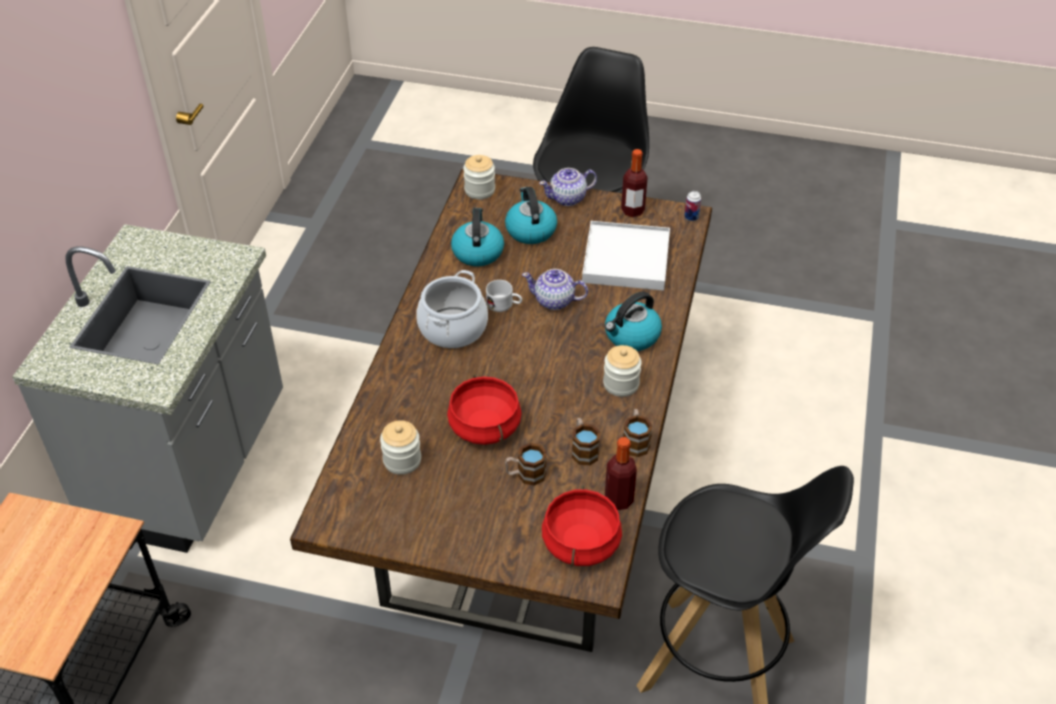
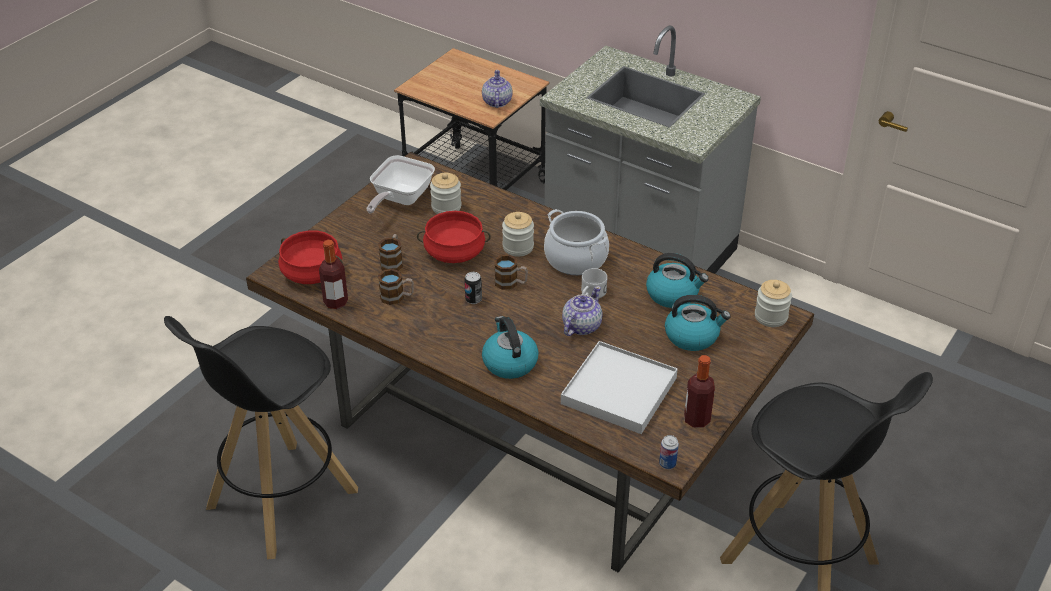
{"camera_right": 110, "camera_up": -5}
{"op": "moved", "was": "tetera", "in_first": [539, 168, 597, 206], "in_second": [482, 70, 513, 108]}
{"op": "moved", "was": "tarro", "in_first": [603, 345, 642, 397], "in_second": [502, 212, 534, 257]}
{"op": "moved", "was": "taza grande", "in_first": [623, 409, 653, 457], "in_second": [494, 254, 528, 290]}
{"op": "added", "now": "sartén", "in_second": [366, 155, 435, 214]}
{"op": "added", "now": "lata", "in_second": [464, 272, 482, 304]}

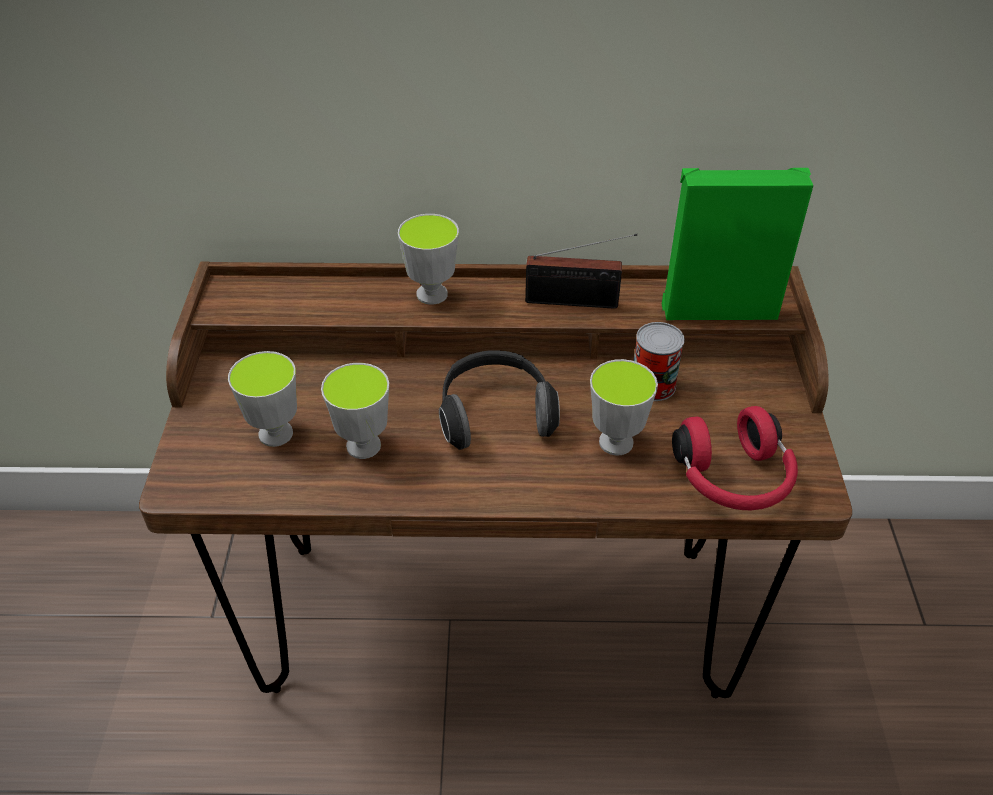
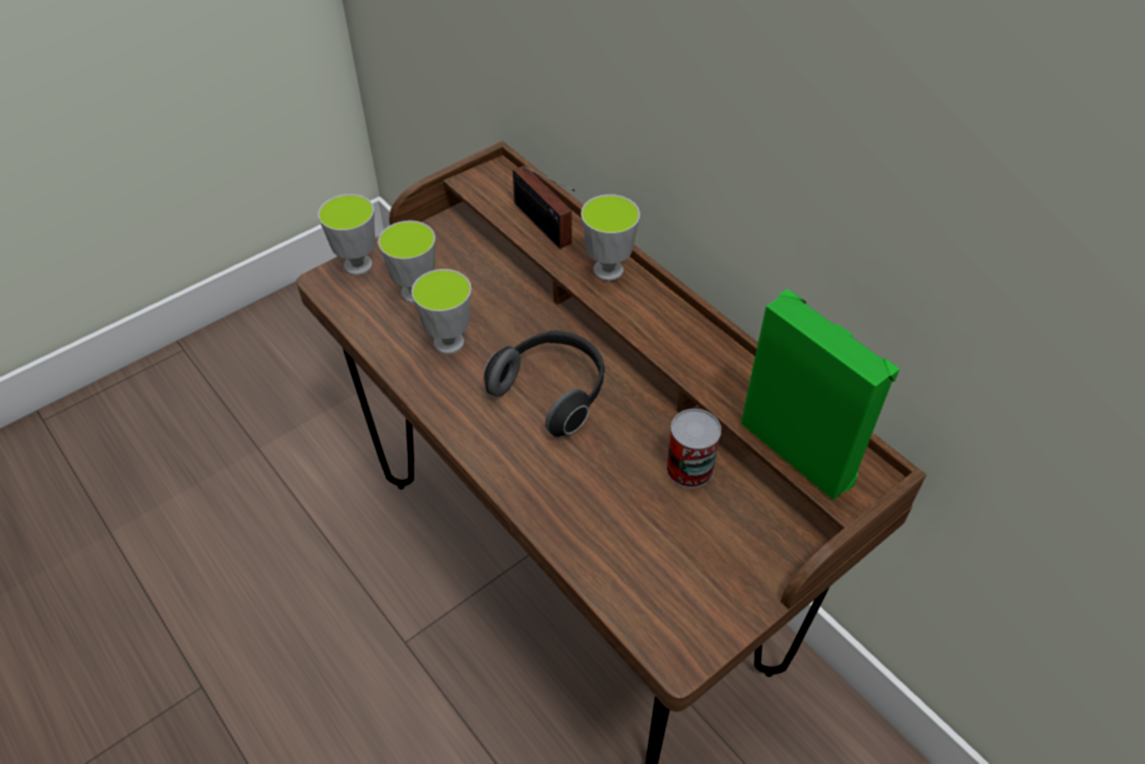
{"camera_right": 50, "camera_up": 5}
{"op": "moved", "was": "radio", "in_first": [525, 234, 637, 309], "in_second": [513, 165, 575, 249]}
{"op": "moved", "was": "taza", "in_first": [590, 359, 658, 455], "in_second": [318, 194, 376, 275]}
{"op": "removed", "was": "auriculares (rojo)", "in_first": [672, 406, 798, 510]}

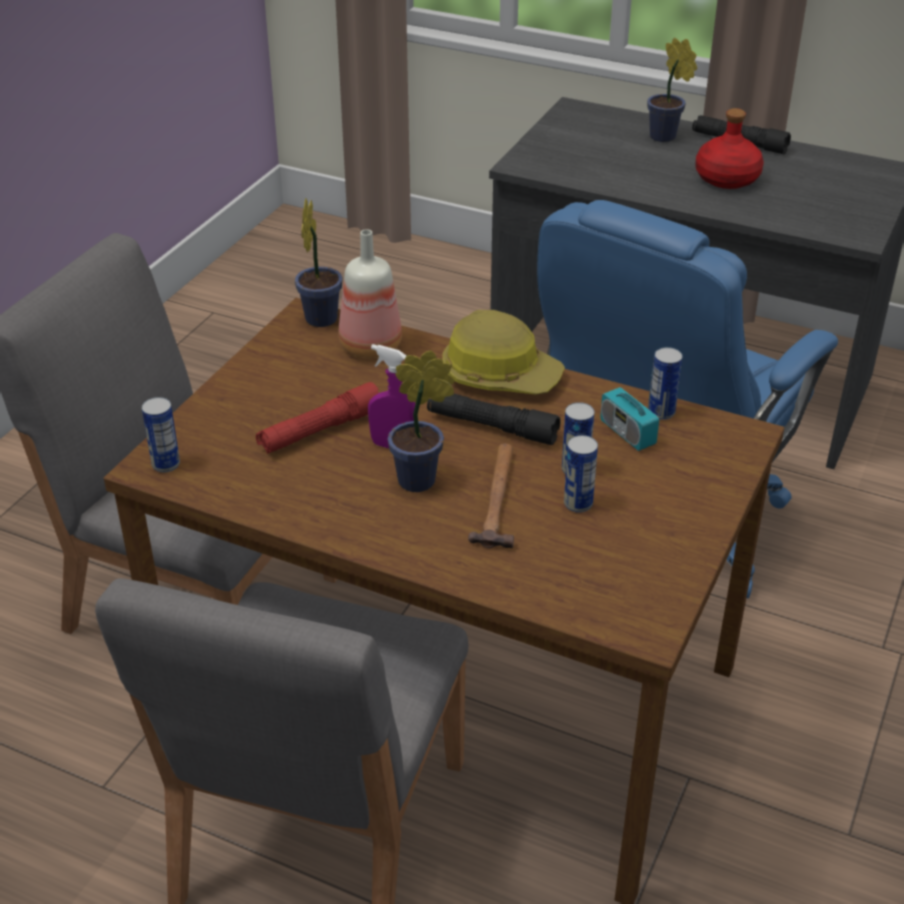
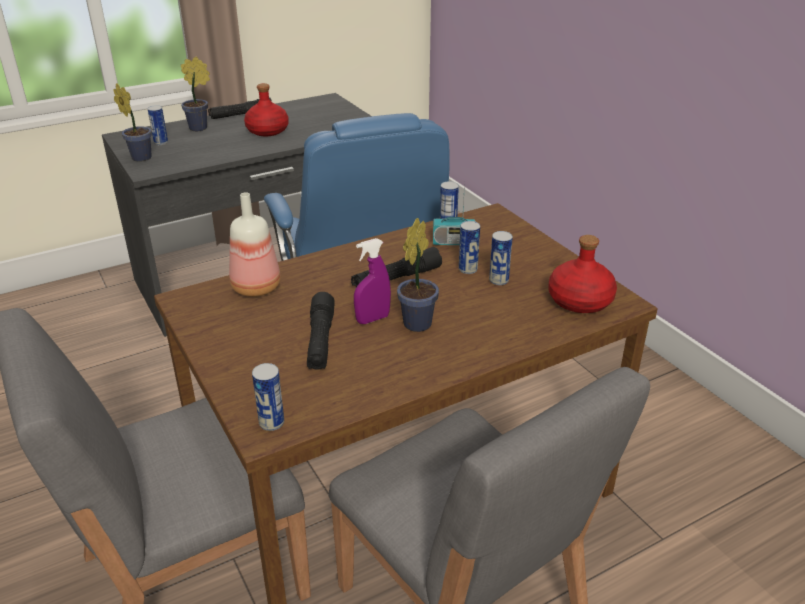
{"camera_right": -55, "camera_up": -5}
{"op": "moved", "was": "planta en maceta", "in_first": [295, 198, 343, 327], "in_second": [113, 83, 152, 162]}
{"op": "removed", "was": "casco", "in_first": [442, 310, 565, 395]}
{"op": "recoloured", "was": "linterna (rojo)", "now": "linterna (negro)", "in_first": [256, 382, 379, 454], "in_second": [307, 292, 335, 370]}
{"op": "removed", "was": "martillo", "in_first": [468, 443, 514, 548]}
{"op": "added", "now": "lata", "in_second": [147, 105, 168, 145]}
{"op": "added", "now": "botella (rojo)", "in_second": [548, 235, 617, 313]}

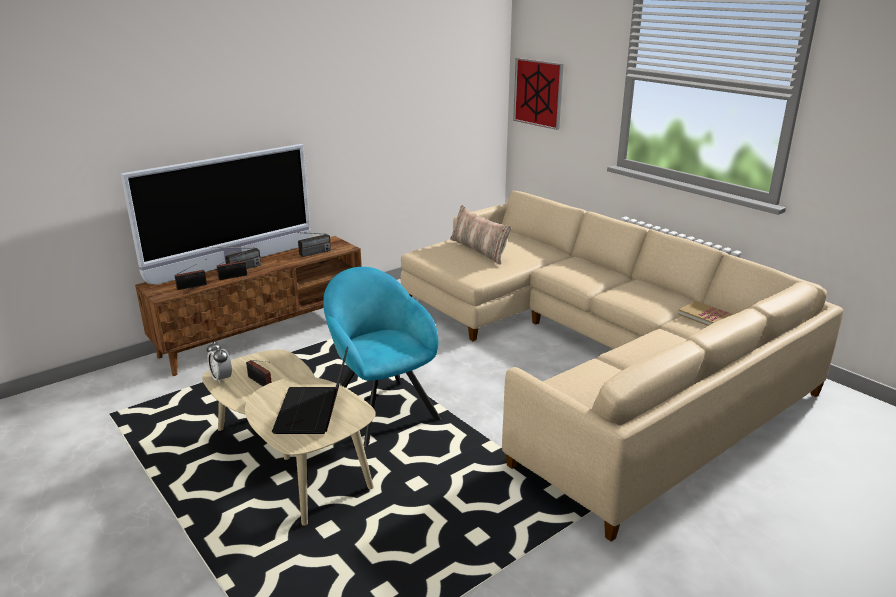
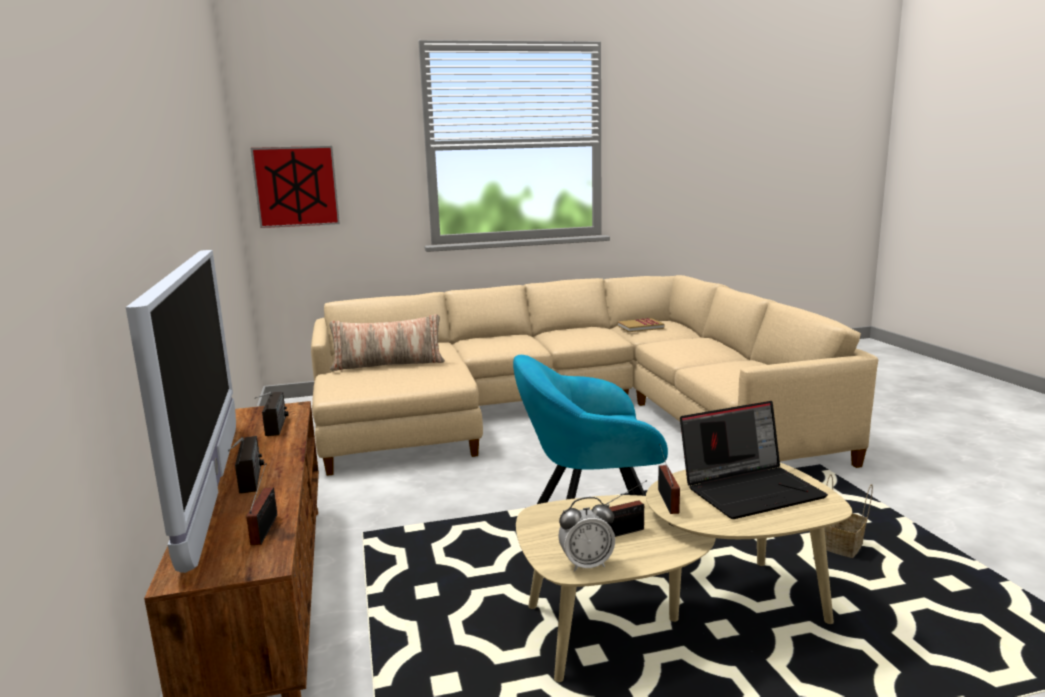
{"camera_right": -65, "camera_up": -10}
{"op": "moved", "was": "radio", "in_first": [217, 251, 247, 280], "in_second": [658, 444, 680, 514]}
{"op": "turned", "was": "portátil", "in_first": [272, 346, 348, 434], "in_second": [680, 401, 828, 519], "clockwise": -45}
{"op": "added", "now": "cesta", "in_second": [824, 474, 873, 558]}

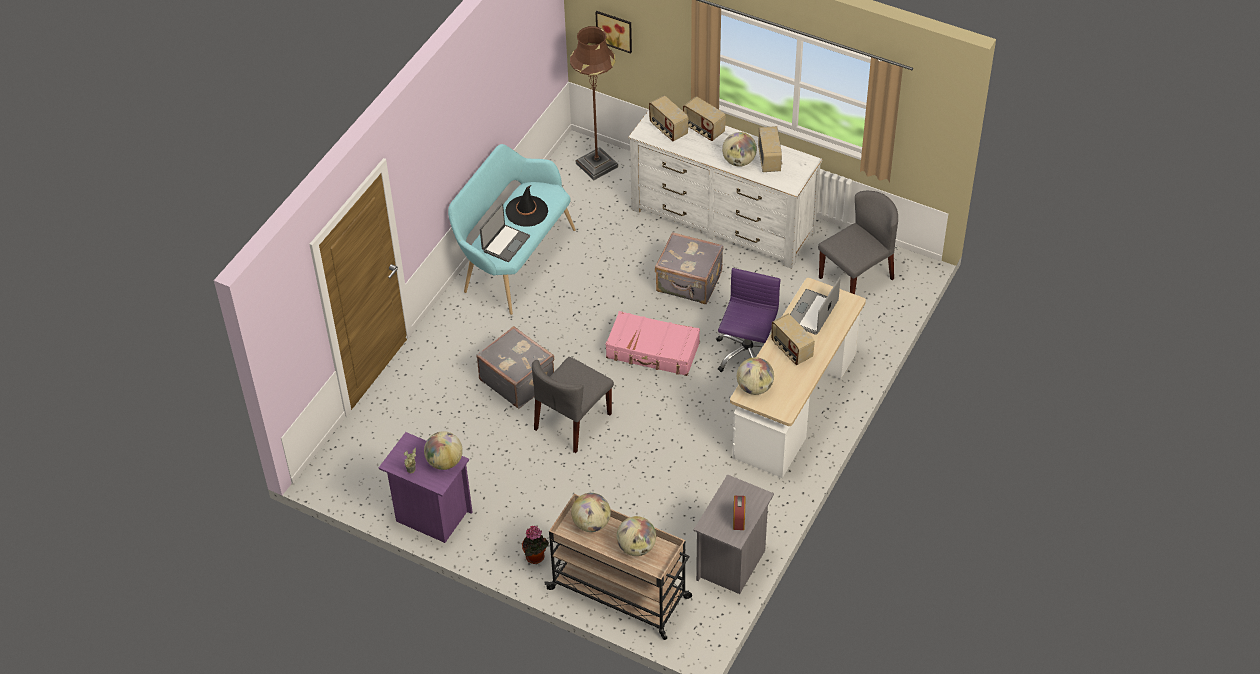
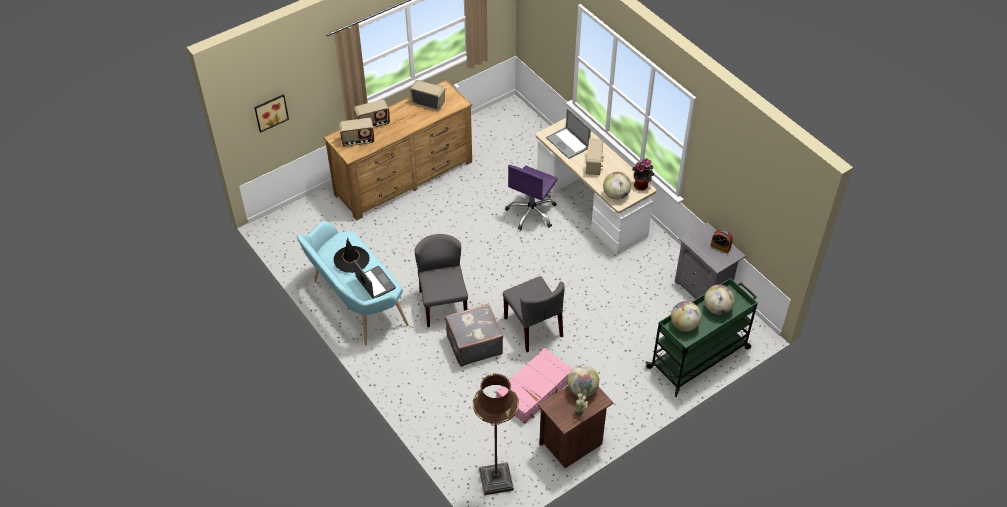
{"camera_right": -65, "camera_up": 0}
{"op": "moved", "was": "lámpara de pie (marrón)", "in_first": [570, 26, 618, 180], "in_second": [473, 374, 519, 495]}
{"op": "recoloured", "was": "cómoda (blanco)", "now": "cómoda (marrón)", "in_first": [628, 110, 823, 269], "in_second": [323, 80, 472, 221]}
{"op": "removed", "was": "globo terráqueo", "in_first": [722, 132, 757, 167]}
{"op": "moved", "was": "silla (gris)", "in_first": [818, 191, 898, 294], "in_second": [415, 234, 468, 327]}
{"op": "removed", "was": "maleta (gris)", "in_first": [655, 232, 723, 304]}
{"op": "turned", "was": "silla de oficina (morado)", "in_first": [716, 268, 781, 372], "in_second": [505, 165, 558, 230], "clockwise": -105}
{"op": "moved", "was": "maleta (rosa)", "in_first": [606, 311, 700, 376], "in_second": [496, 348, 573, 424]}
{"op": "turned", "was": "radio", "in_first": [771, 314, 815, 365], "in_second": [586, 139, 604, 175], "clockwise": -75}
{"op": "recoloured", "was": "mesita de noche (morado)", "now": "mesita de noche (marrón)", "in_first": [379, 432, 472, 543], "in_second": [538, 386, 614, 468]}
{"op": "recoloured", "was": "carrito (beis)", "now": "carrito (verde)", "in_first": [544, 494, 692, 640], "in_second": [646, 278, 758, 397]}
{"op": "moved", "was": "planta en maceta", "in_first": [522, 526, 549, 564], "in_second": [632, 158, 654, 191]}

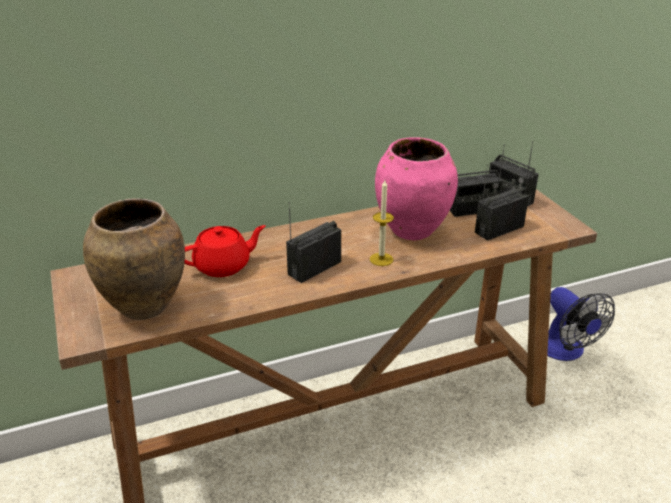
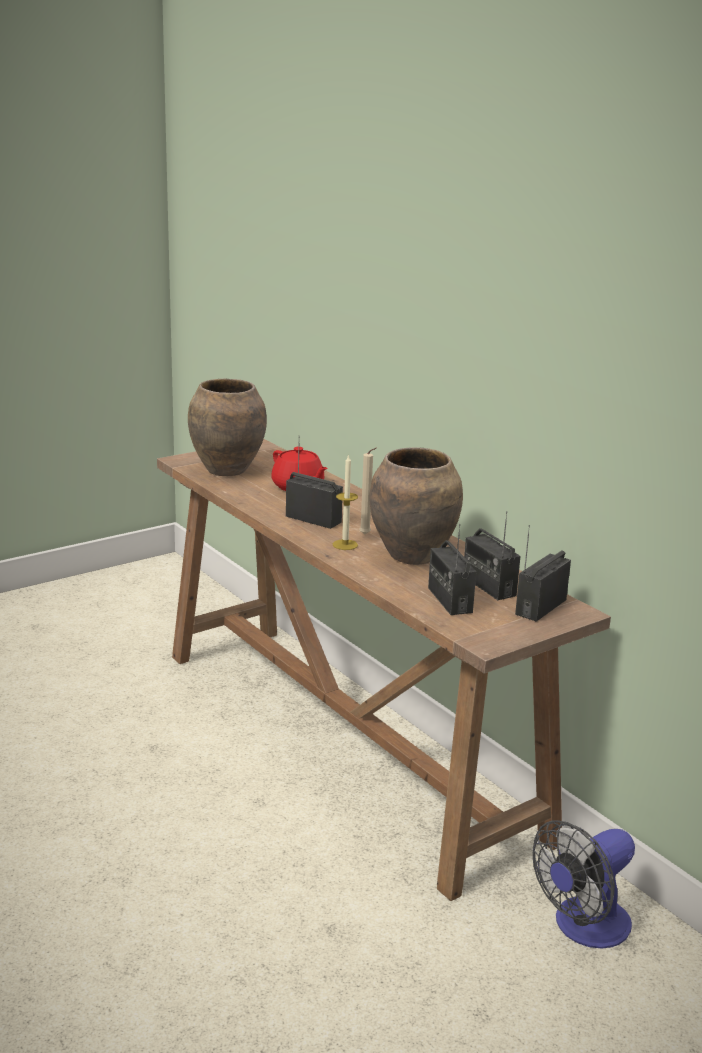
{"camera_right": 75, "camera_up": -10}
{"op": "recoloured", "was": "florero (rosa)", "now": "florero (marrón)", "in_first": [375, 137, 458, 241], "in_second": [369, 447, 463, 565]}
{"op": "turned", "was": "radio", "in_first": [475, 164, 529, 241], "in_second": [428, 524, 476, 615], "clockwise": -150}
{"op": "added", "now": "vela (beis)", "in_second": [359, 448, 377, 534]}

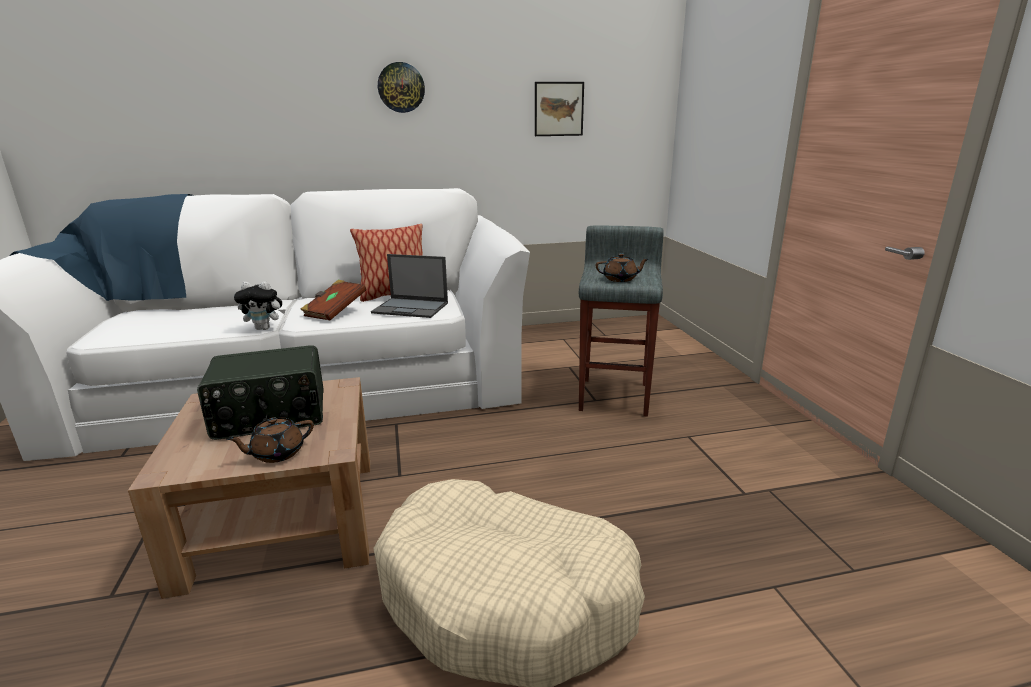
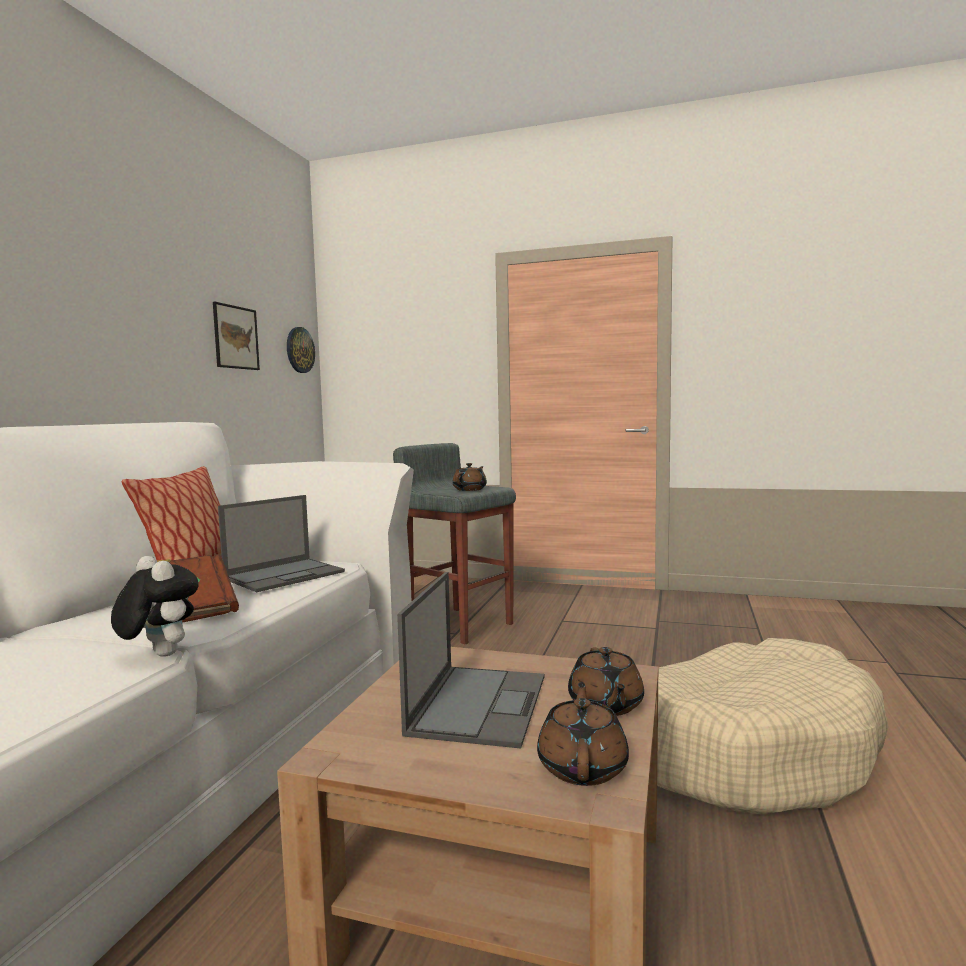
{"camera_right": -60, "camera_up": -15}
{"op": "moved", "was": "reloj de pared", "in_first": [378, 62, 425, 113], "in_second": [287, 327, 315, 373]}
{"op": "turned", "was": "peluche", "in_first": [234, 281, 286, 330], "in_second": [111, 556, 199, 657], "clockwise": -75}
{"op": "replaced", "was": "radio", "now": "portátil", "in_first": [197, 345, 323, 440], "in_second": [397, 572, 544, 748]}
{"op": "added", "now": "tetera (marrón)", "in_second": [537, 682, 629, 786]}

